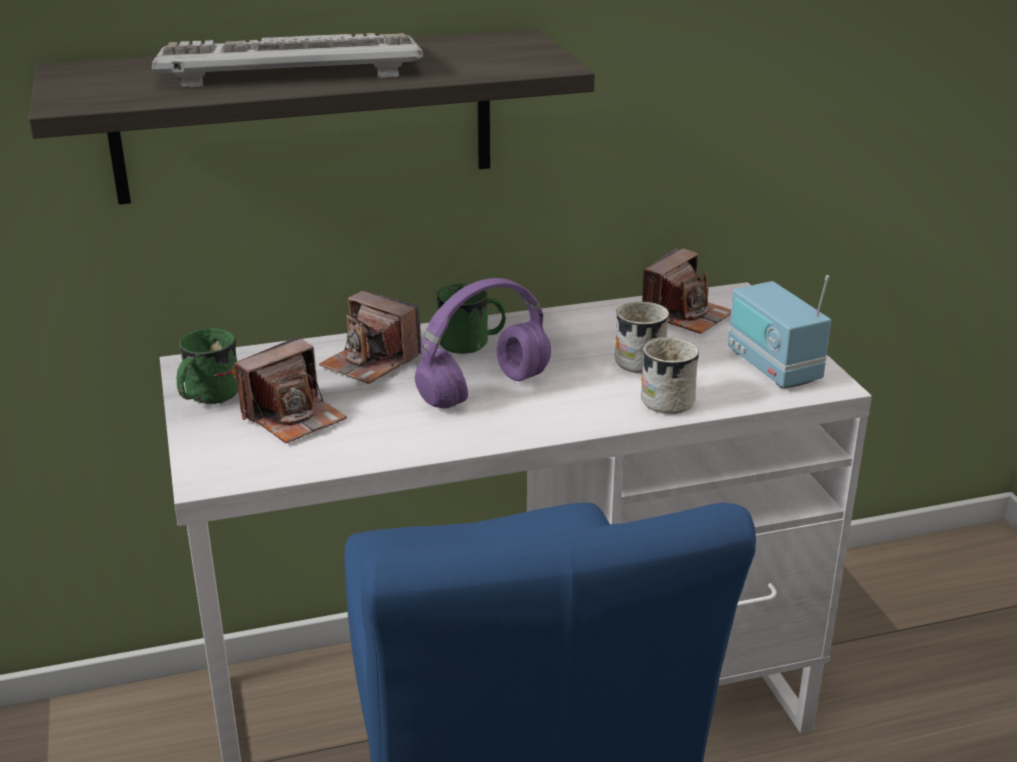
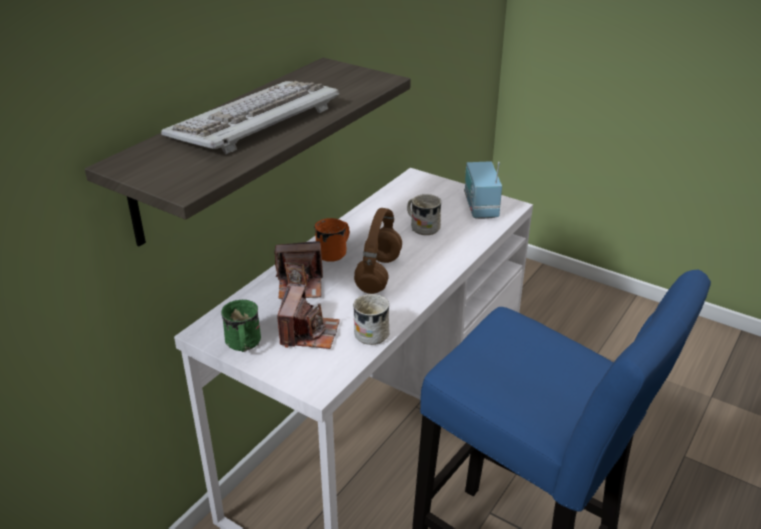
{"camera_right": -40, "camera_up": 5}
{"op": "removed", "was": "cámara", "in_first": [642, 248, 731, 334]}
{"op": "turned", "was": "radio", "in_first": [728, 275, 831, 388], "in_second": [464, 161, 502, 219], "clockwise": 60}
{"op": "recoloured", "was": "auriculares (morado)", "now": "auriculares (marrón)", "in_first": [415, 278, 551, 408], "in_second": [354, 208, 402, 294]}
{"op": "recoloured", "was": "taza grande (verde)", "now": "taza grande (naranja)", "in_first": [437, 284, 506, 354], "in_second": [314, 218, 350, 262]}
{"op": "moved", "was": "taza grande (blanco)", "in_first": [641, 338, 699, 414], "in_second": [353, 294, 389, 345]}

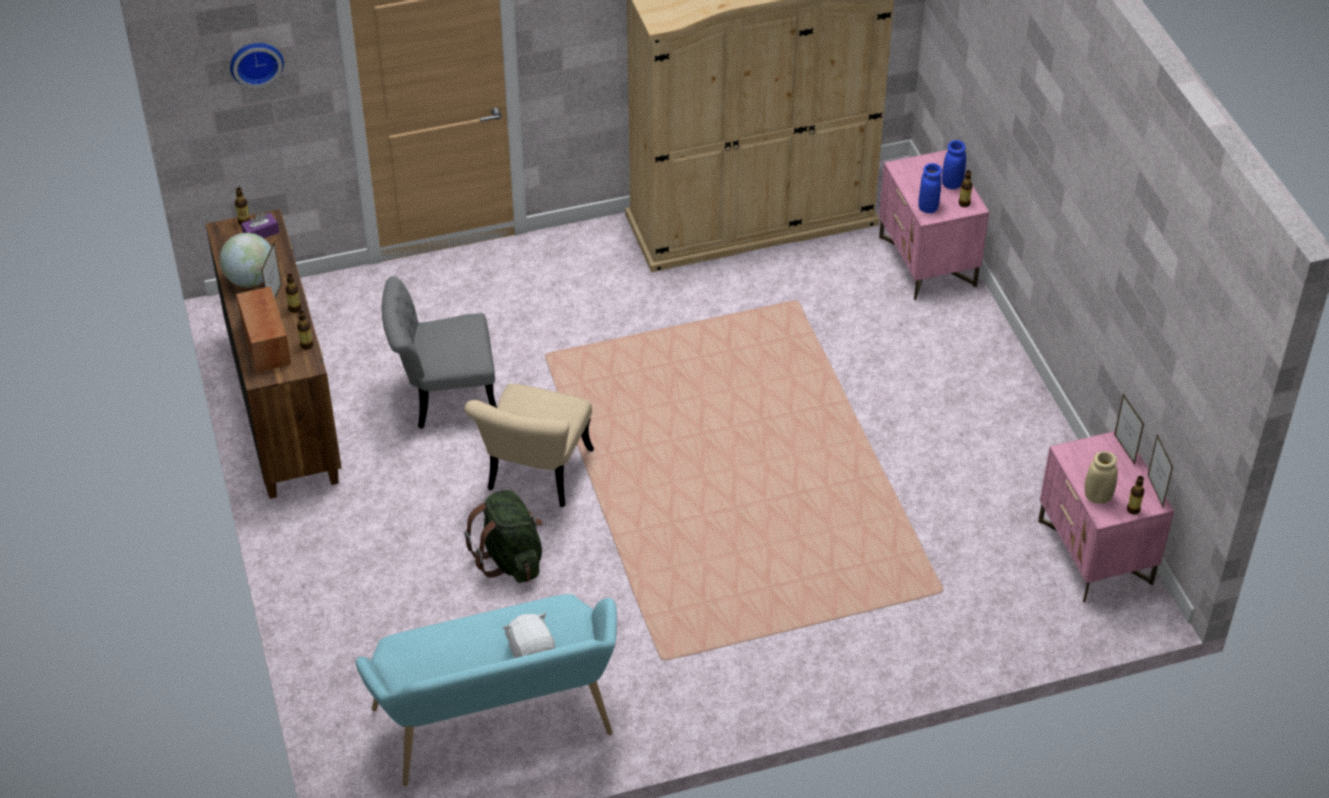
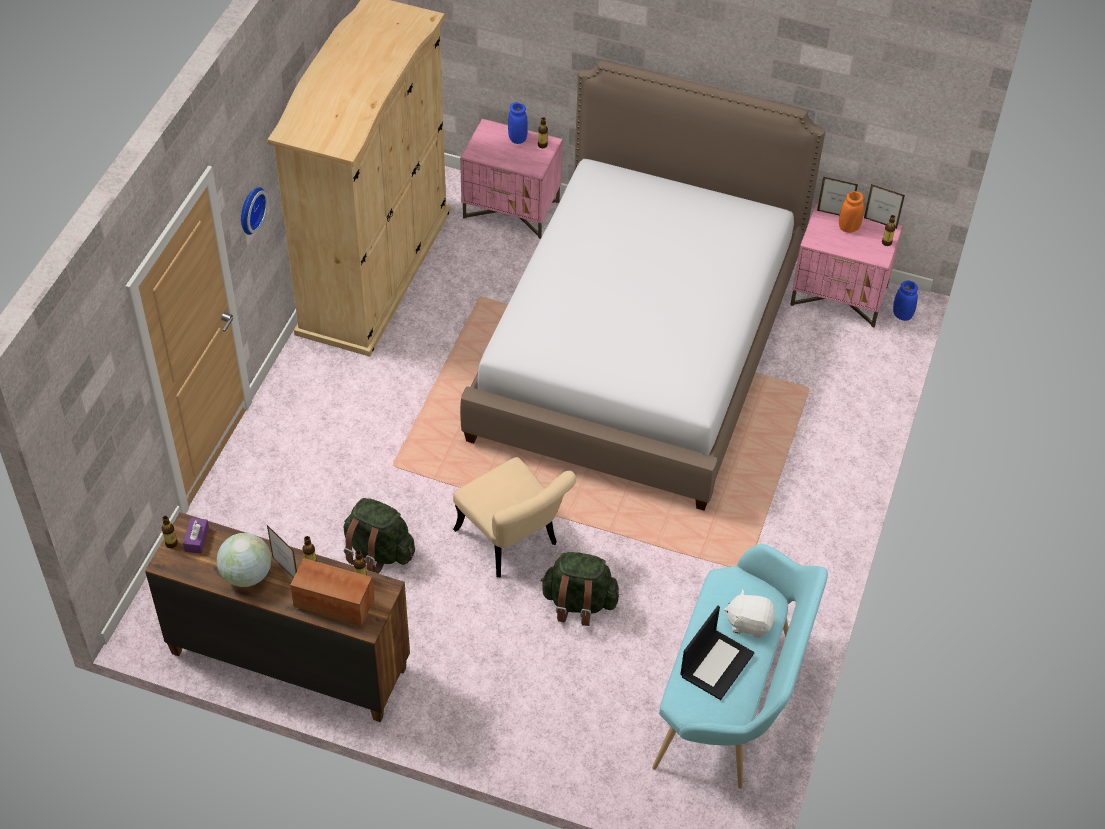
{"camera_right": -55, "camera_up": 5}
{"op": "moved", "was": "reloj de pared", "in_first": [230, 43, 284, 88], "in_second": [241, 187, 268, 235]}
{"op": "moved", "was": "florero (azul)", "in_first": [918, 163, 942, 213], "in_second": [893, 280, 918, 321]}
{"op": "replaced", "was": "silla (gris)", "now": "mochila (verde)", "in_first": [382, 276, 497, 429], "in_second": [344, 498, 415, 574]}
{"op": "removed", "was": "florero (beis)", "in_first": [1084, 451, 1118, 504]}
{"op": "added", "now": "cama", "in_second": [460, 60, 826, 511]}
{"op": "added", "now": "florero (naranja)", "in_second": [839, 191, 864, 233]}
{"op": "added", "now": "portátil", "in_second": [680, 606, 754, 700]}

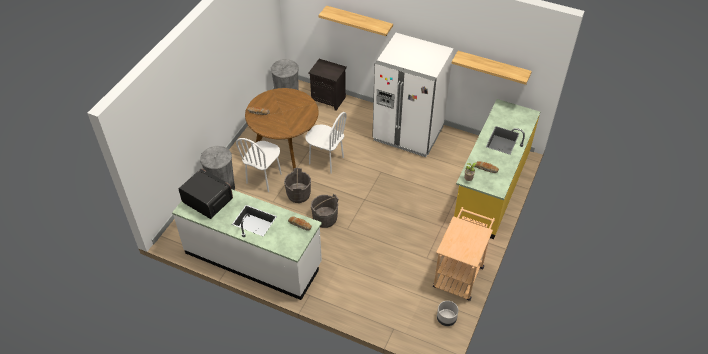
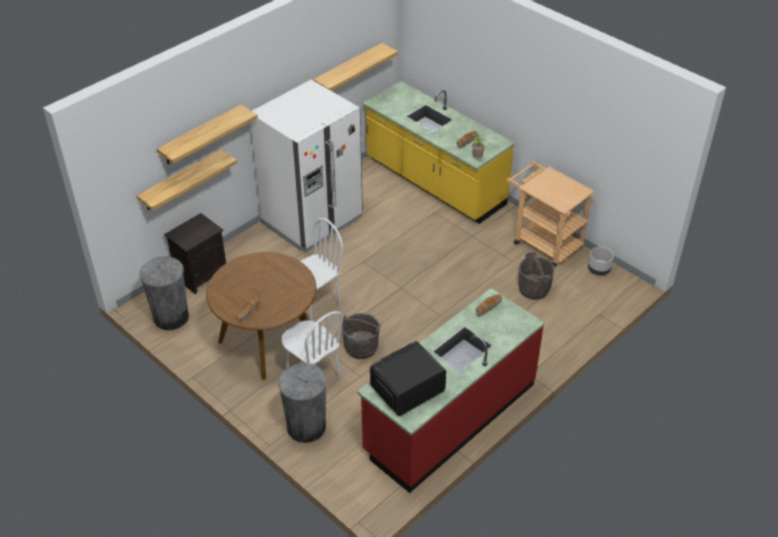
{"camera_right": -70, "camera_up": -5}
{"op": "recoloured", "was": "mueble bajo de cocina (blanco)", "now": "mueble bajo de cocina (rojo)", "in_first": [172, 190, 322, 300], "in_second": [357, 288, 545, 493]}
{"op": "moved", "was": "cubo (gris)", "in_first": [311, 194, 338, 228], "in_second": [518, 252, 555, 300]}
{"op": "added", "now": "estante", "in_second": [136, 149, 237, 210]}

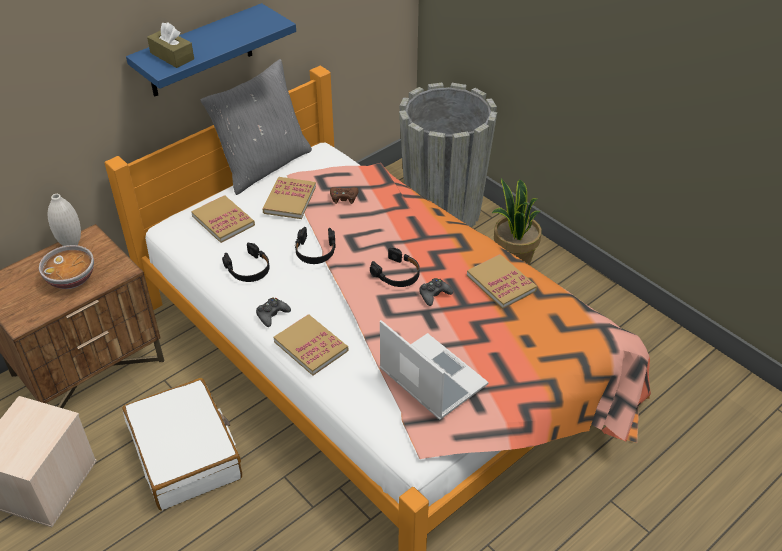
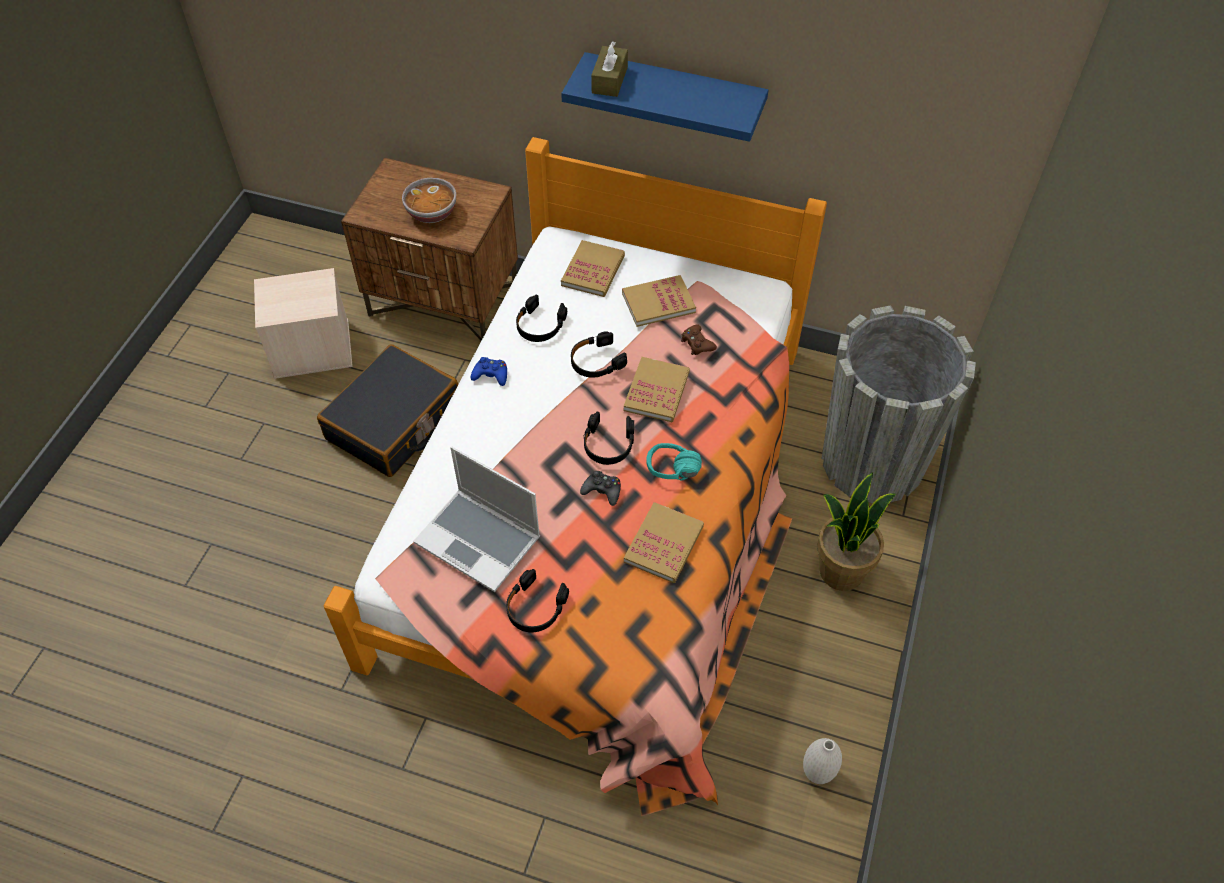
{"camera_right": 60, "camera_up": 10}
{"op": "removed", "was": "cojín (gris)", "in_first": [201, 59, 312, 195]}
{"op": "moved", "was": "florero (blanco)", "in_first": [48, 194, 81, 246], "in_second": [803, 738, 842, 784]}
{"op": "recoloured", "was": "mando de consola (negro)", "now": "mando de consola (azul)", "in_first": [256, 298, 291, 327], "in_second": [471, 357, 507, 386]}
{"op": "moved", "was": "libro", "in_first": [274, 314, 348, 376], "in_second": [624, 357, 690, 422]}
{"op": "turned", "was": "portátil", "in_first": [380, 320, 489, 420], "in_second": [413, 447, 540, 592], "clockwise": 105}
{"op": "recoloured", "was": "maleta (blanco)", "now": "maleta (negro)", "in_first": [122, 378, 242, 510], "in_second": [317, 344, 458, 477]}
{"op": "added", "now": "auriculares (turquesa)", "in_second": [646, 443, 702, 480]}
{"op": "added", "now": "auriculares (negro)", "in_second": [506, 569, 569, 632]}

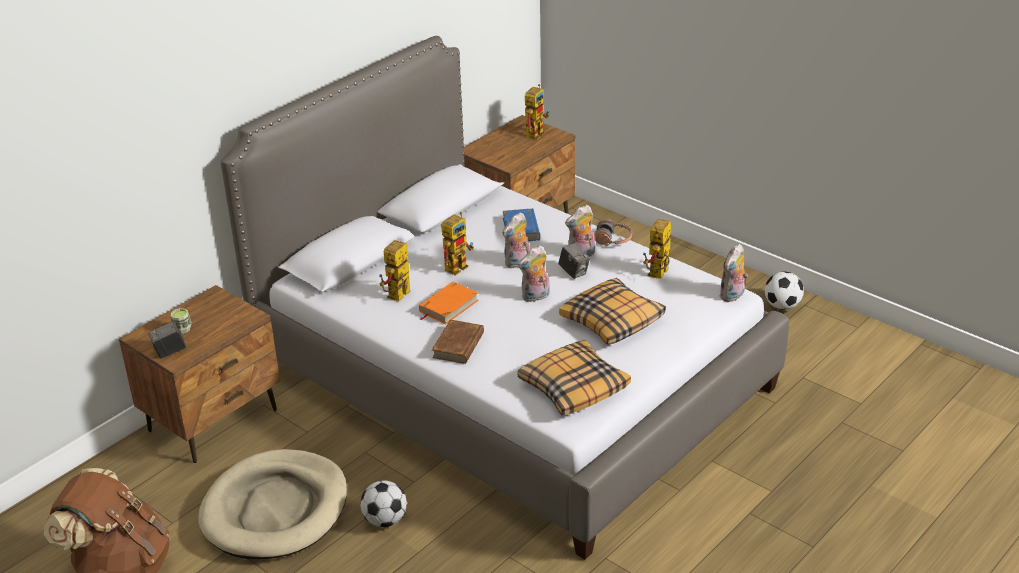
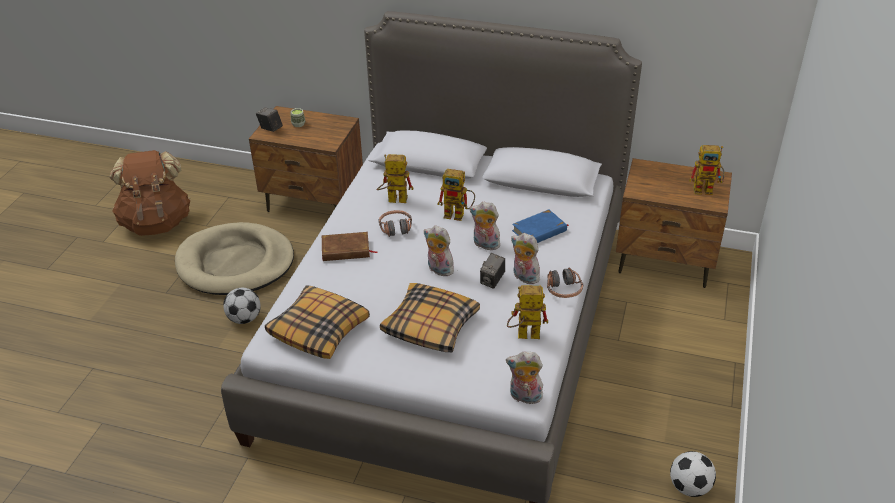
{"camera_right": 65, "camera_up": 5}
{"op": "replaced", "was": "libro (naranja)", "now": "auriculares", "in_first": [419, 282, 479, 324], "in_second": [379, 210, 412, 237]}

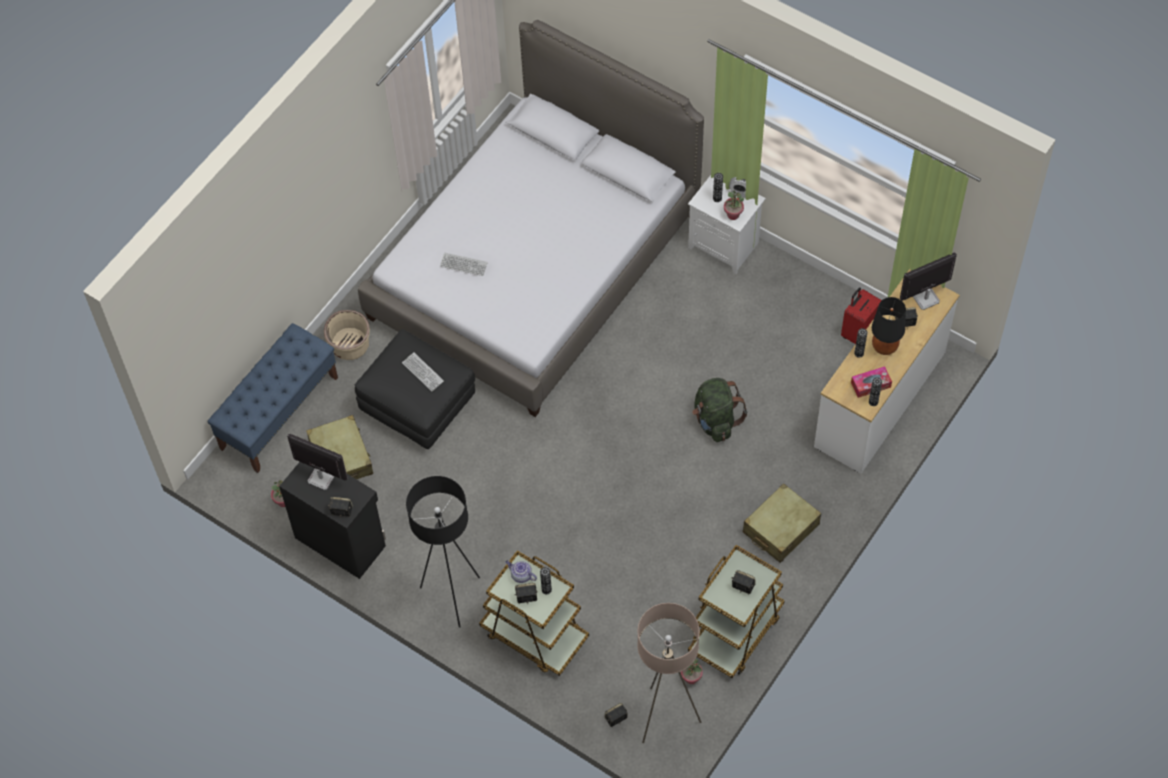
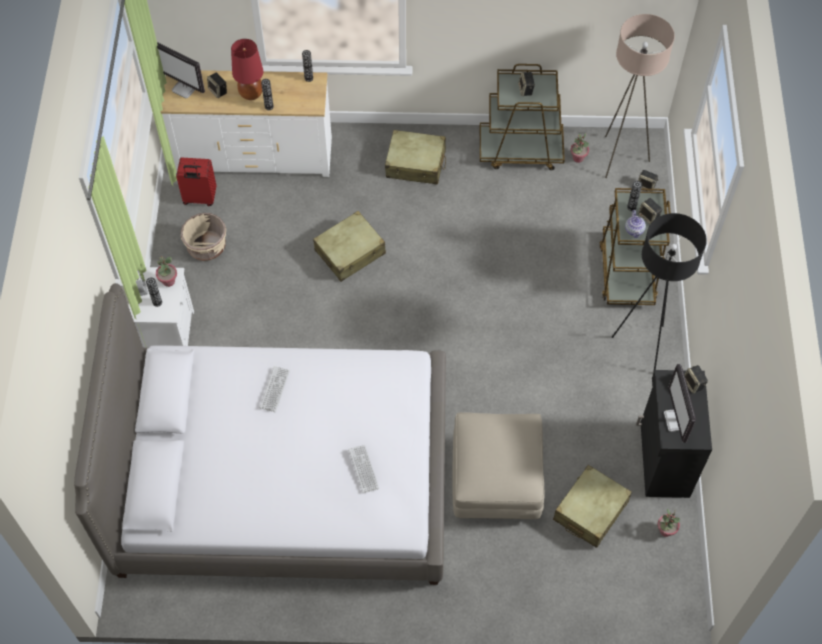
{"camera_right": -125, "camera_up": 0}
{"op": "recoloured", "was": "lámpara de mesa (negro)", "now": "lámpara de mesa (rojo)", "in_first": [872, 297, 906, 355], "in_second": [231, 39, 263, 100]}
{"op": "moved", "was": "maceta (beis)", "in_first": [324, 310, 370, 360], "in_second": [181, 213, 226, 261]}
{"op": "removed", "was": "banco (azul)", "in_first": [207, 323, 338, 473]}
{"op": "recoloured", "was": "puf (negro)", "now": "puf (beis)", "in_first": [355, 329, 475, 449], "in_second": [452, 412, 544, 519]}
{"op": "moved", "was": "teclado", "in_first": [402, 352, 444, 391], "in_second": [259, 366, 290, 413]}
{"op": "removed", "was": "caja de pañuelos", "in_first": [851, 366, 892, 398]}
{"op": "replaced", "was": "mochila (verde)", "now": "maleta (beis)", "in_first": [692, 378, 748, 442], "in_second": [313, 211, 386, 282]}

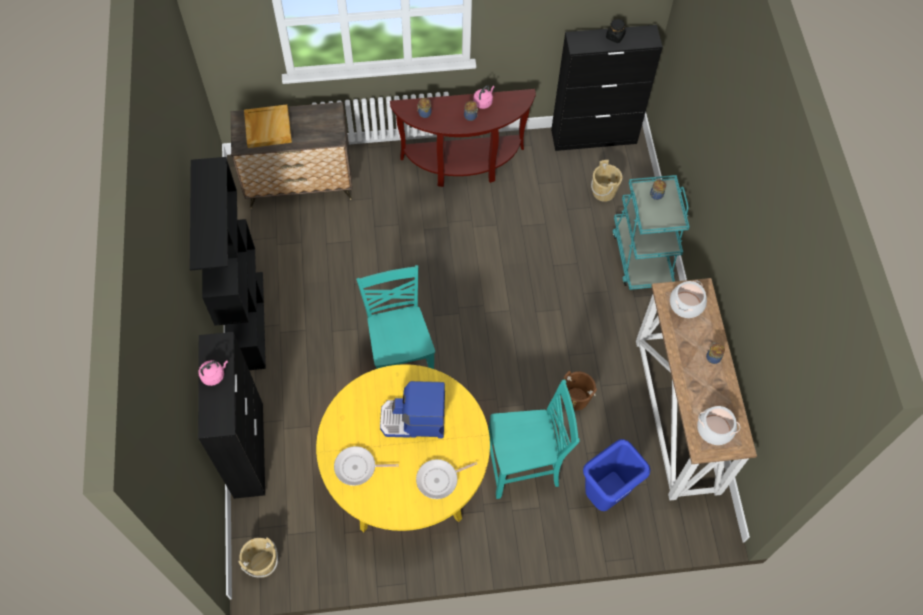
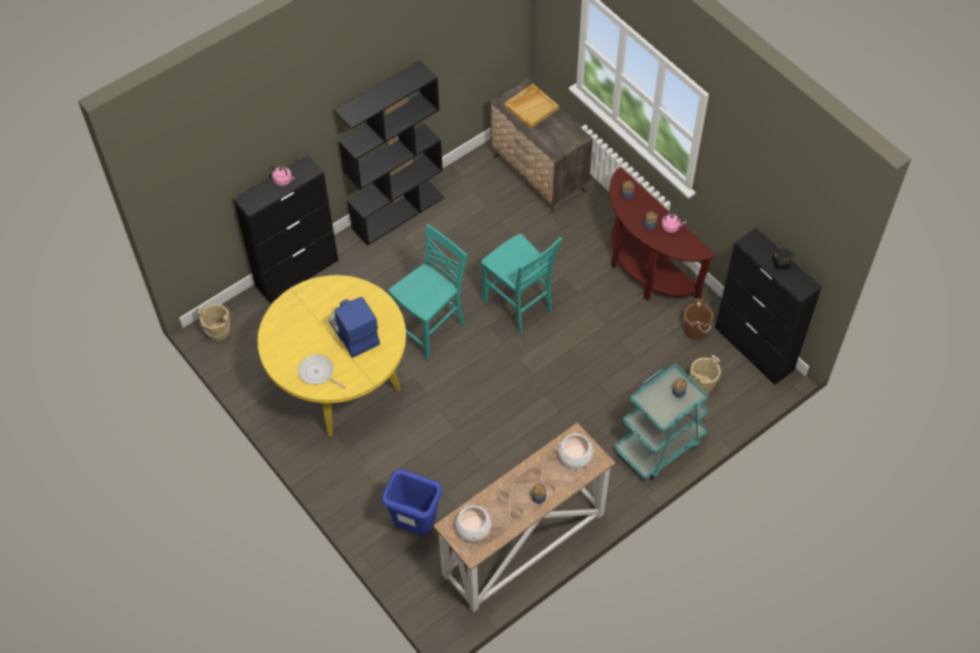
{"camera_right": 60, "camera_up": -5}
{"op": "moved", "was": "cubo (marrón)", "in_first": [564, 371, 597, 410], "in_second": [684, 299, 713, 340]}
{"op": "moved", "was": "silla (turquesa)", "in_first": [488, 380, 580, 499], "in_second": [481, 233, 562, 334]}
{"op": "removed", "was": "sartén", "in_first": [334, 446, 398, 486]}

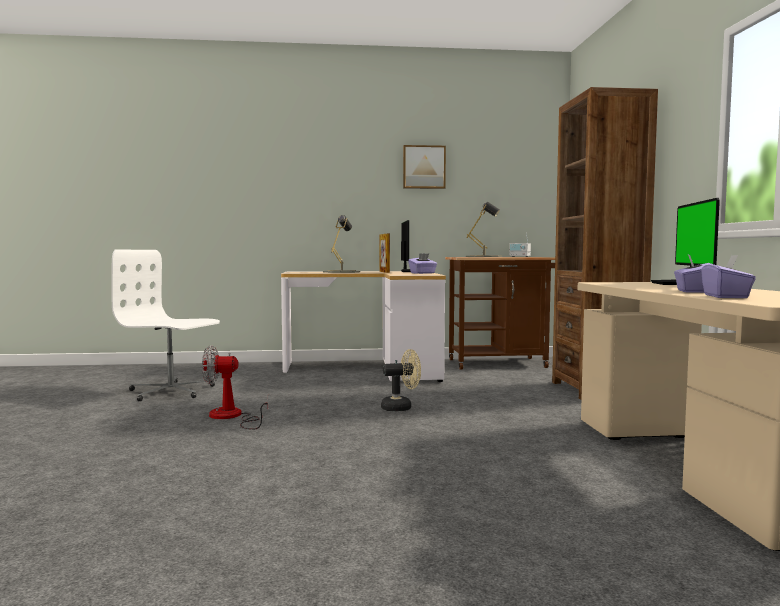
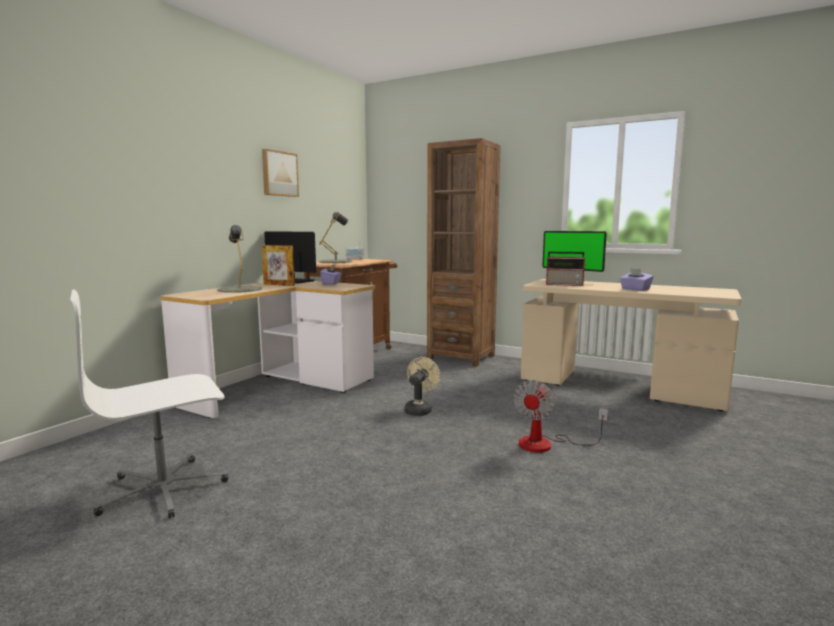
{"camera_right": -55, "camera_up": 5}
{"op": "removed", "was": "caja de pañuelos (morado)", "in_first": [701, 255, 756, 298]}
{"op": "moved", "was": "ventilador", "in_first": [202, 345, 269, 430], "in_second": [513, 380, 608, 453]}
{"op": "added", "now": "radio", "in_second": [546, 252, 586, 286]}

